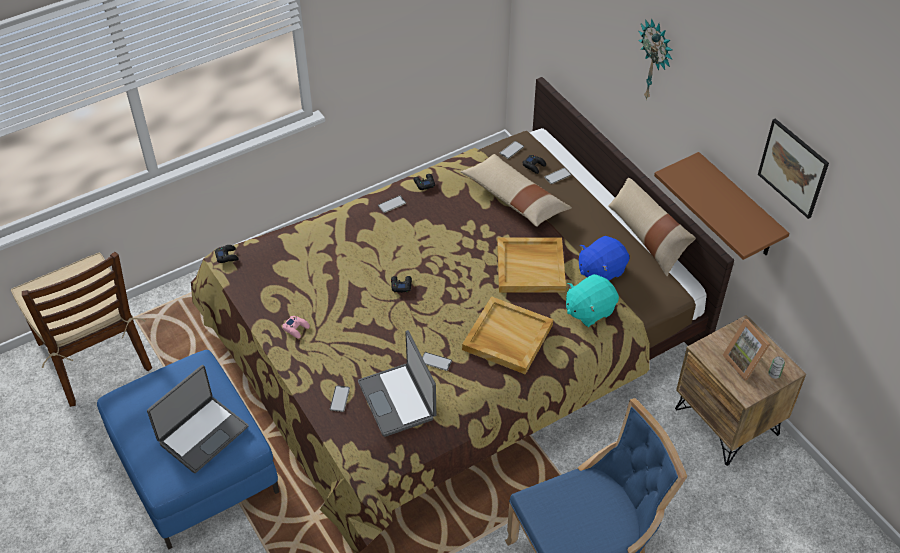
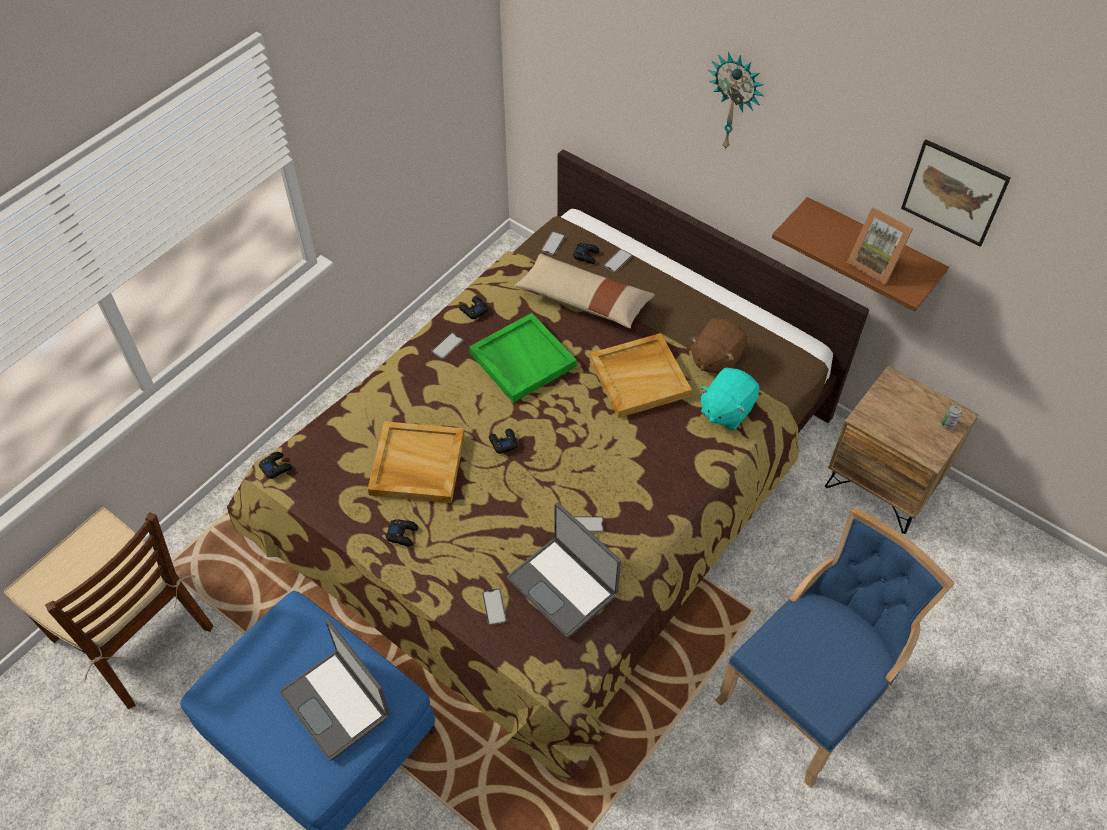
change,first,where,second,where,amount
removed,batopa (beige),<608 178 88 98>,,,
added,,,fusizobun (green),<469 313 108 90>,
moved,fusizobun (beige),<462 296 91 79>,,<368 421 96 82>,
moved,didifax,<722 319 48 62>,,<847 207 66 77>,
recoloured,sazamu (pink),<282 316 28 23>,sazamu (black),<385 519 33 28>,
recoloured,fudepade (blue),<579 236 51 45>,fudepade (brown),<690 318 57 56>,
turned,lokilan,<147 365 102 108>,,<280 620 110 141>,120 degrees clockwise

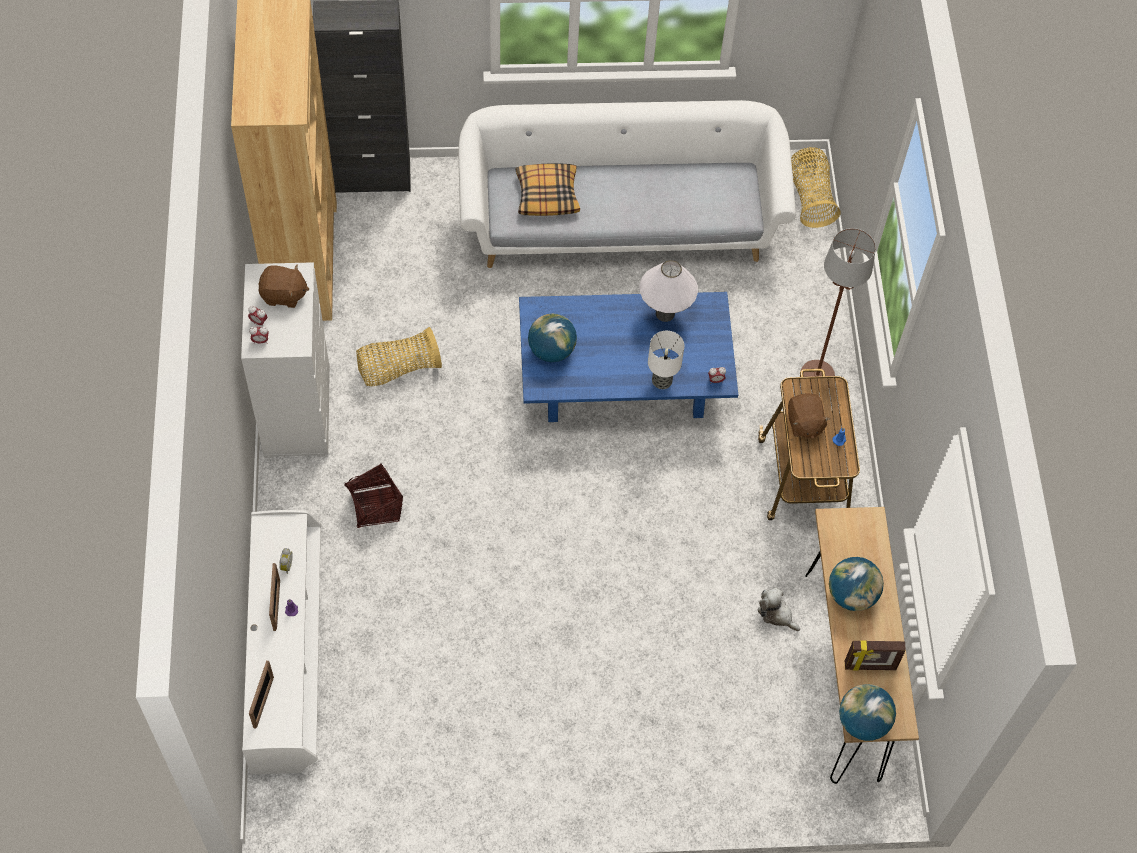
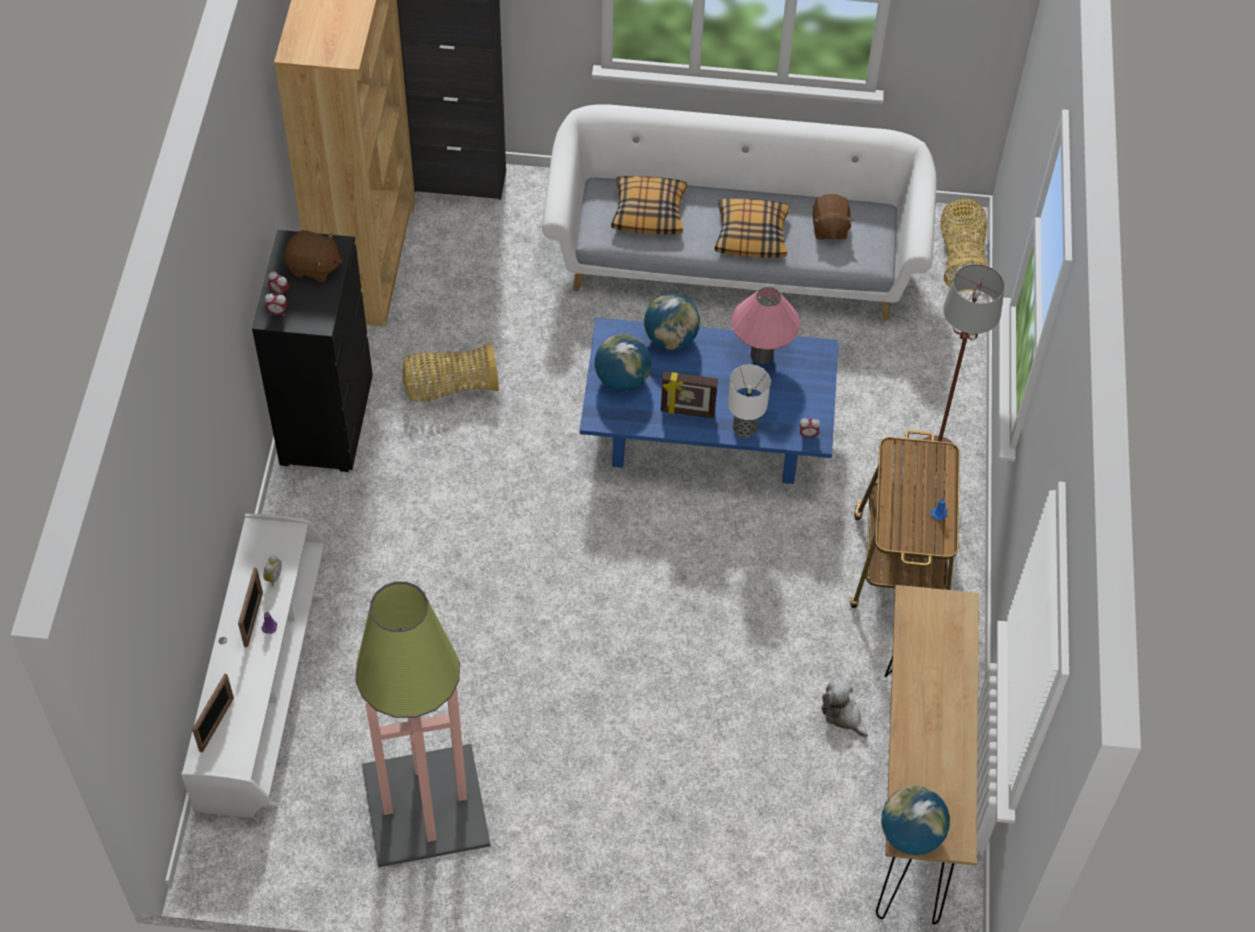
change,first,where,second,where,amount
removed,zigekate,<344 463 59 65>,,,
added,,,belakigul,<355 582 136 285>,
added,,,batopa,<715 199 74 59>,
moved,fudepade (brown),<788 393 42 46>,,<813 194 41 46>,
moved,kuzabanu,<829 557 55 54>,,<644 294 56 56>,
moved,didifax,<845 641 61 30>,,<661 371 57 47>,
recoloured,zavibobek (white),<241 262 89 196>,zavibobek (black),<252 230 121 242>,
recoloured,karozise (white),<639 260 59 62>,karozise (pink),<731 287 69 77>,

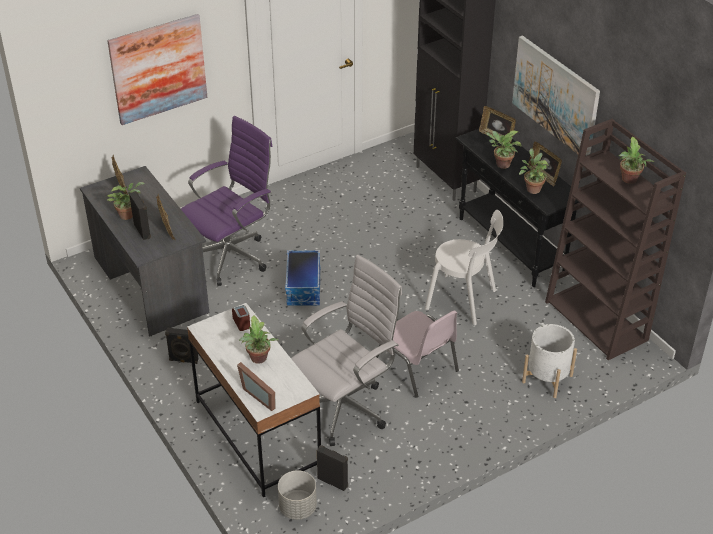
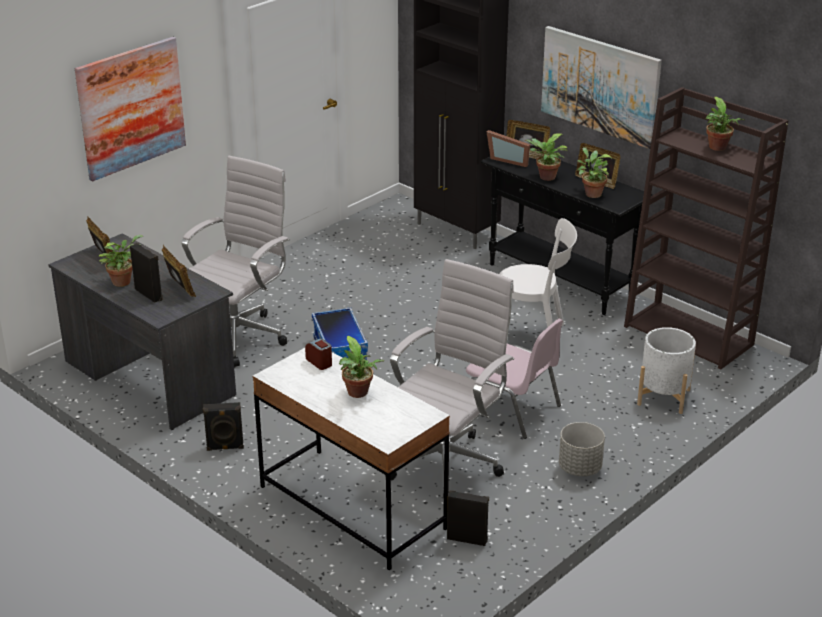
change,first,where,second,where,amount
moved,didifax,<237 362 38 49>,,<487 130 43 37>,
moved,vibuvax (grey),<278 470 39 50>,,<559 422 46 54>,
recoloured,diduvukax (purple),<181 116 91 170>,diduvukax (white),<182 156 108 211>,

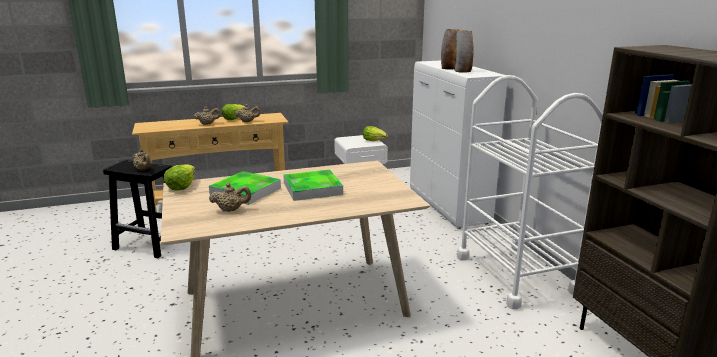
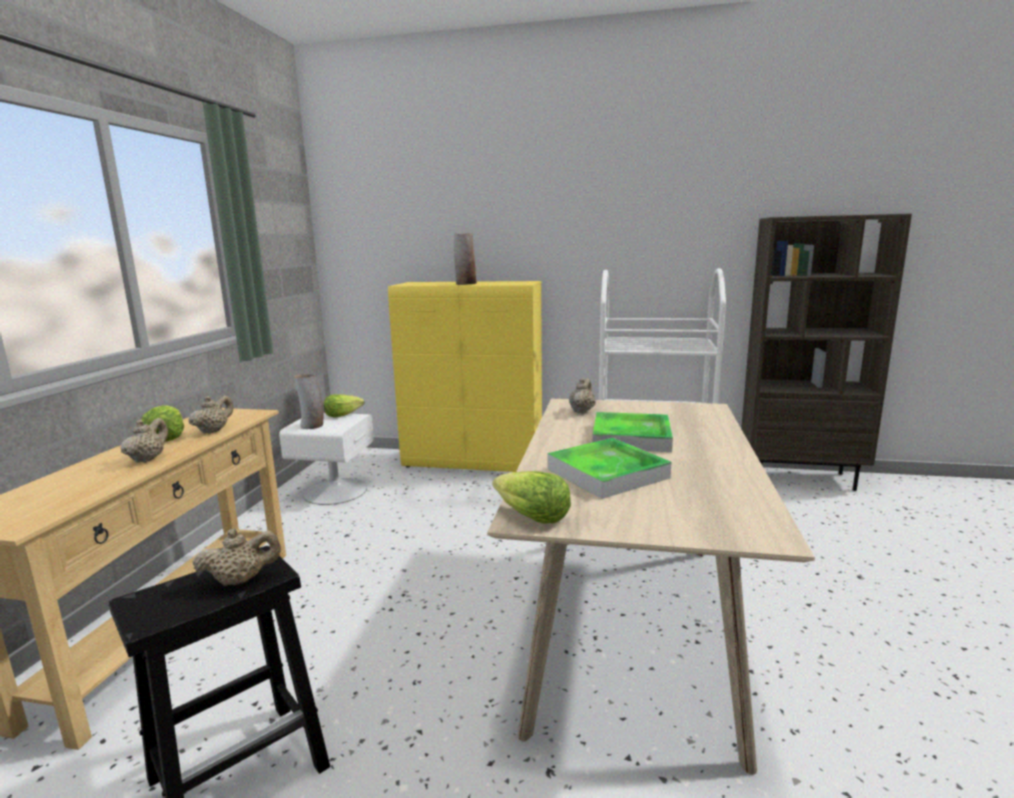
change,first,where,second,where,amount
moved,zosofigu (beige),<209 183 42 29>,,<569 378 27 35>,
moved,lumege,<454 30 19 43>,,<294 374 30 55>,
recoloured,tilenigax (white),<410 60 97 169>,tilenigax (yellow),<388 281 154 191>,

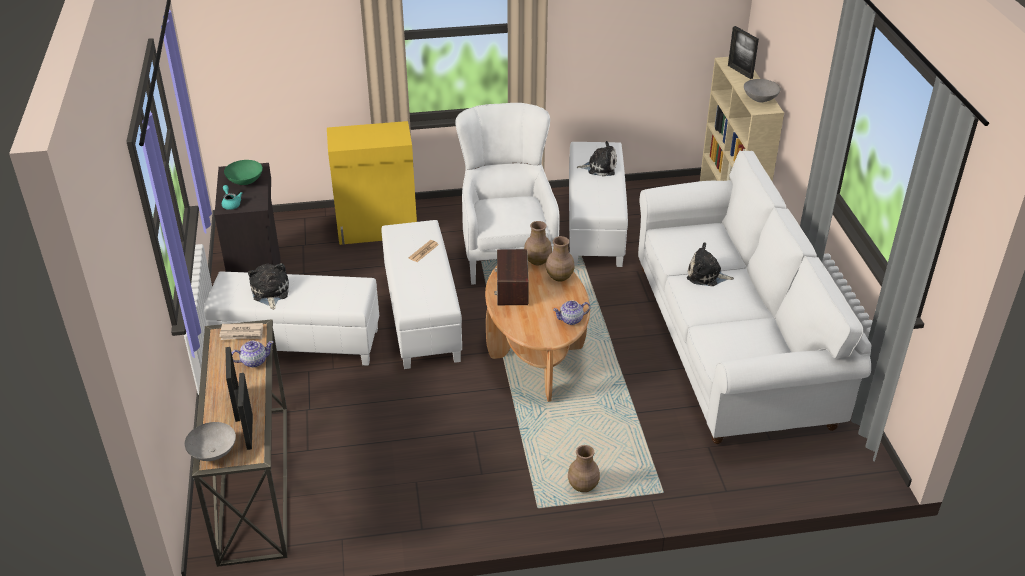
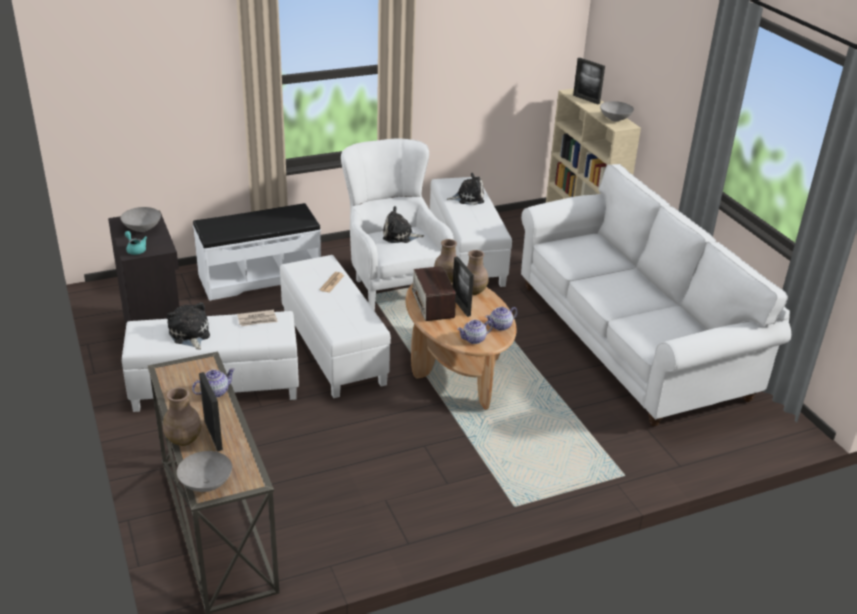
change,first,where,second,where,amount
added,,,zosofigu,<458 320 35 24>,
moved,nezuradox,<219 323 44 17>,,<237 310 41 16>,
moved,didifax,<238 373 15 77>,,<452 256 22 61>,
moved,lumege (brown),<568 445 32 47>,,<163 387 38 59>,
moved,fudepade,<687 242 47 44>,,<383 206 41 37>,
replaced,tilenigax (yellow),<327 121 90 124>,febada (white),<193 203 128 98>,
recoloured,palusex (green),<224 160 39 25>,palusex (grey),<121 207 40 25>,

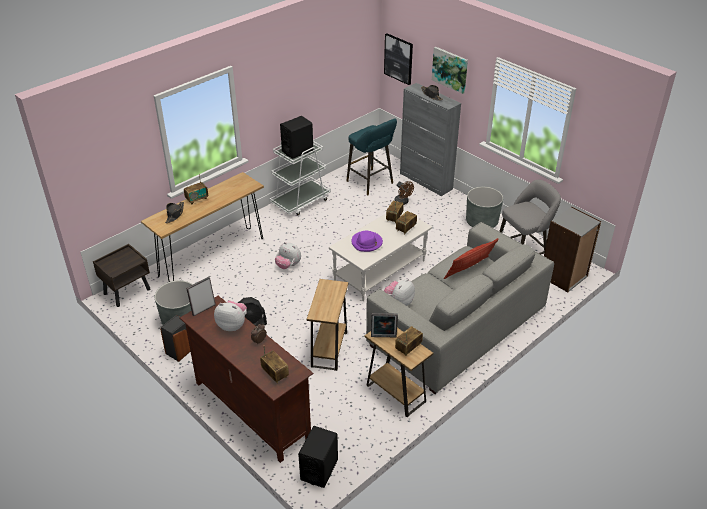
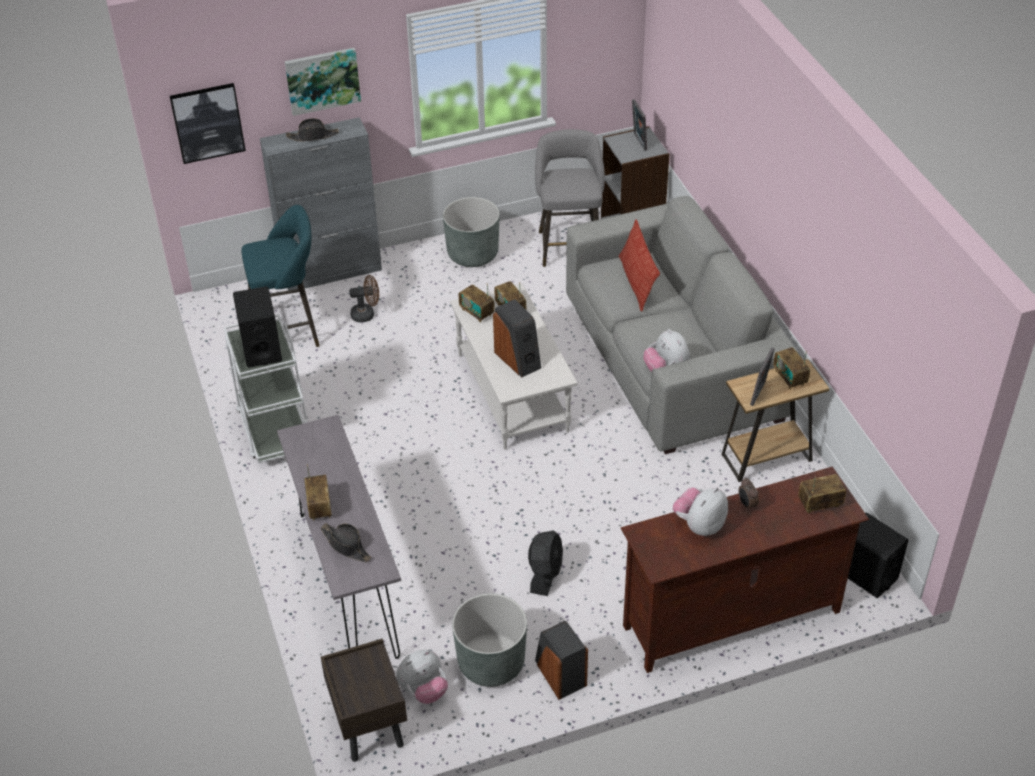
change,first,where,second,where,amount
removed,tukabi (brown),<307 279 41 92>,,,
moved,didifax,<186 277 30 39>,,<632 99 15 52>,
moved,fudepade,<275 242 26 27>,,<396 650 52 54>,
replaced,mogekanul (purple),<352 230 31 22>,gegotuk,<493 299 48 78>,
recoloured,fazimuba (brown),<141 172 123 110>,fazimuba (grey),<277 415 124 244>,

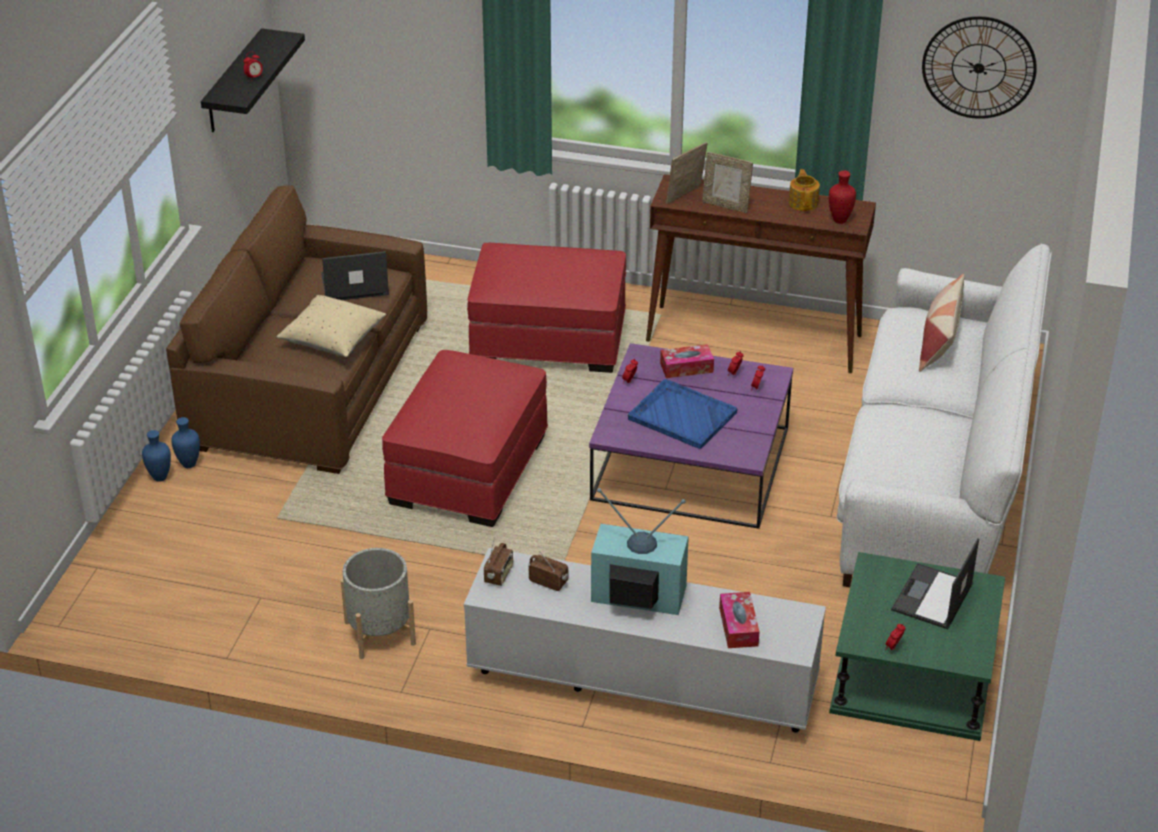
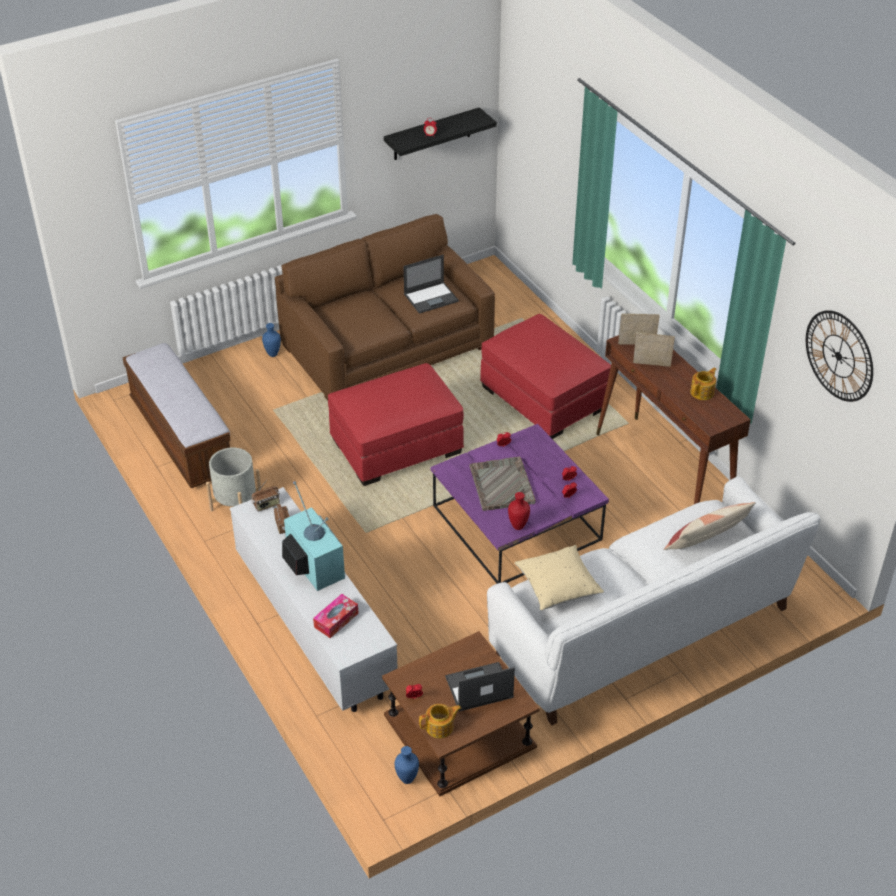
change,first,where,second,where,amount
removed,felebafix,<660 344 54 34>,,,
added,,,febada,<122 343 109 145>,
added,,,zosofigu,<419 704 42 34>,
moved,lumege (blue),<142 430 29 52>,,<394 746 25 38>,
moved,batopa (beige),<277 295 109 62>,,<514 545 90 65>,
moved,lumege (red),<829 171 27 53>,,<508 492 22 38>,
recoloured,fusizobun (blue),<628 379 110 70>,fusizobun (grey),<469 457 67 54>,
recoloured,tukabi (green),<829 552 176 189>,tukabi (brown),<382 631 158 165>,
turned,lokilan,<321 251 68 49>,,<404 255 55 59>,120 degrees clockwise
turned,didifax,<702 152 51 61>,,<633 332 42 35>,120 degrees clockwise

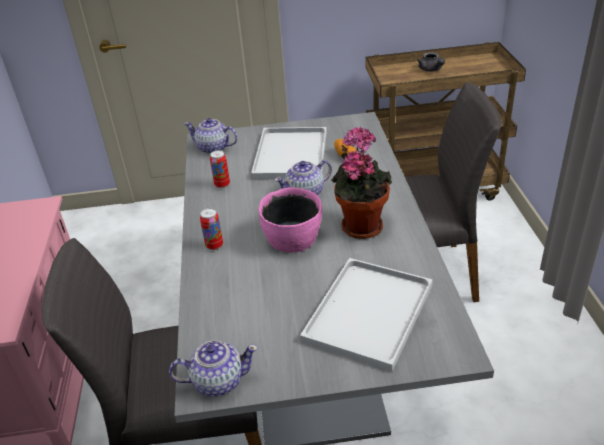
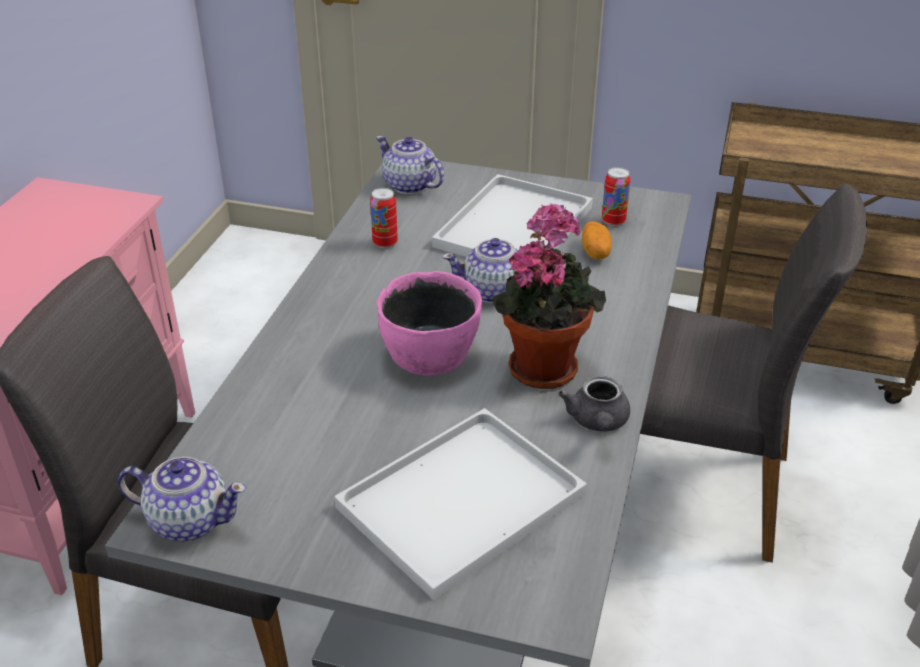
change,first,where,second,where,amount
moved,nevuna,<200 208 23 42>,,<602 167 28 59>,
moved,zosofigu (grey),<417 52 28 20>,,<558 376 72 56>,

